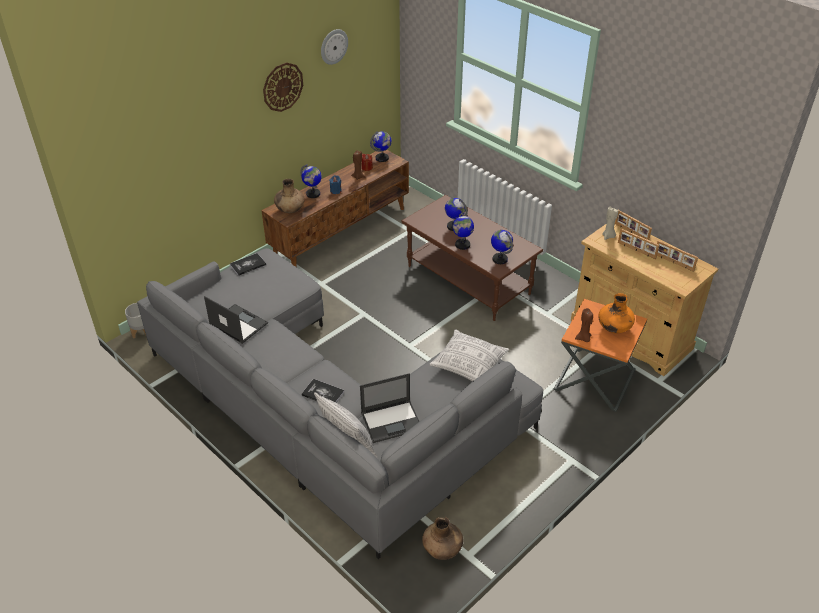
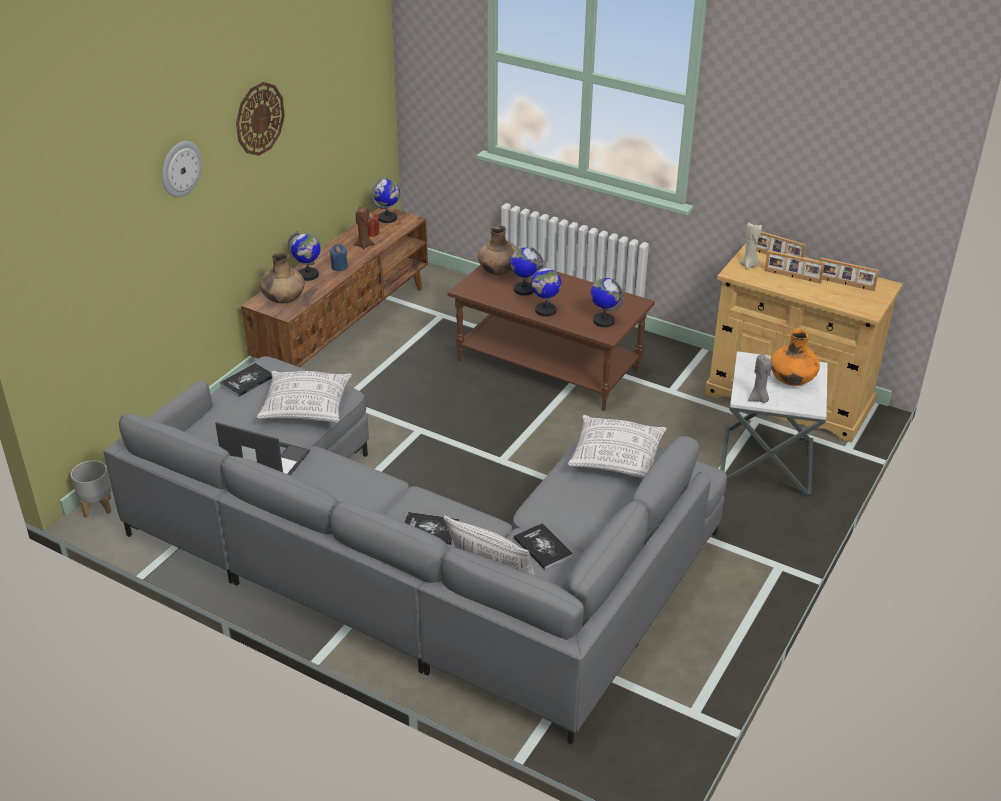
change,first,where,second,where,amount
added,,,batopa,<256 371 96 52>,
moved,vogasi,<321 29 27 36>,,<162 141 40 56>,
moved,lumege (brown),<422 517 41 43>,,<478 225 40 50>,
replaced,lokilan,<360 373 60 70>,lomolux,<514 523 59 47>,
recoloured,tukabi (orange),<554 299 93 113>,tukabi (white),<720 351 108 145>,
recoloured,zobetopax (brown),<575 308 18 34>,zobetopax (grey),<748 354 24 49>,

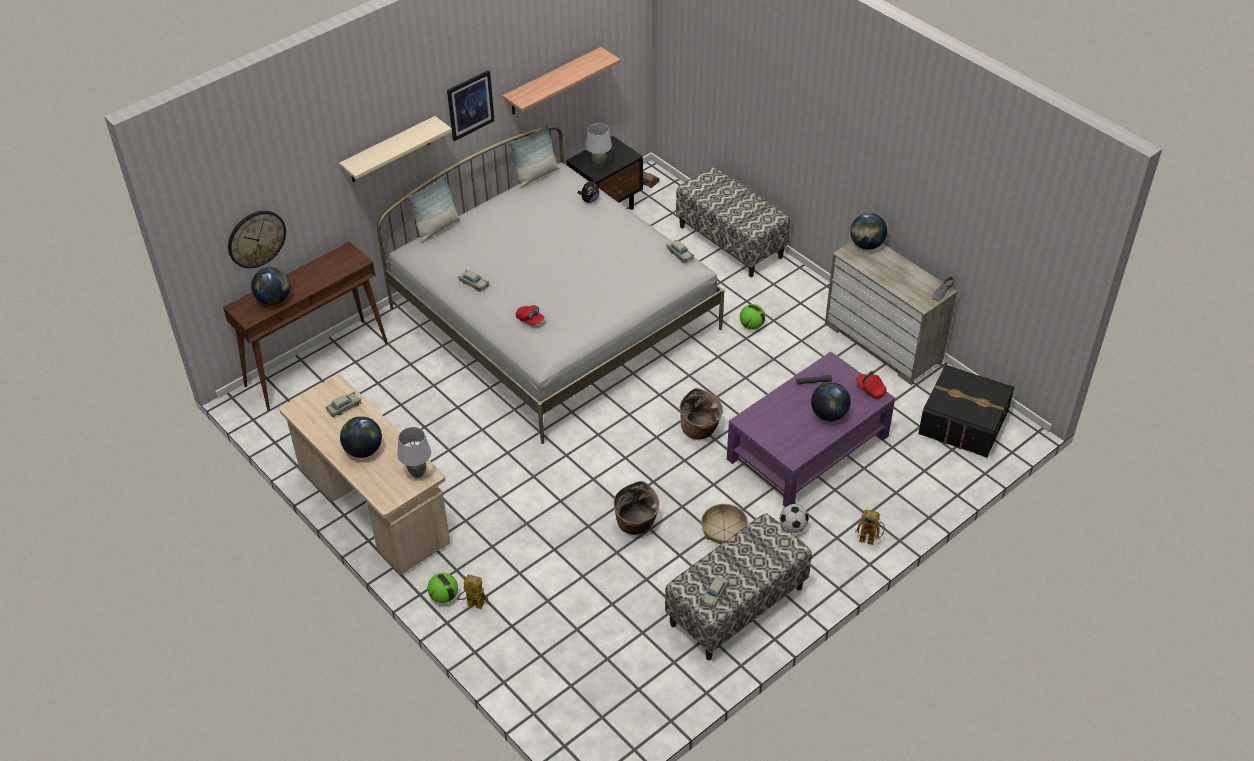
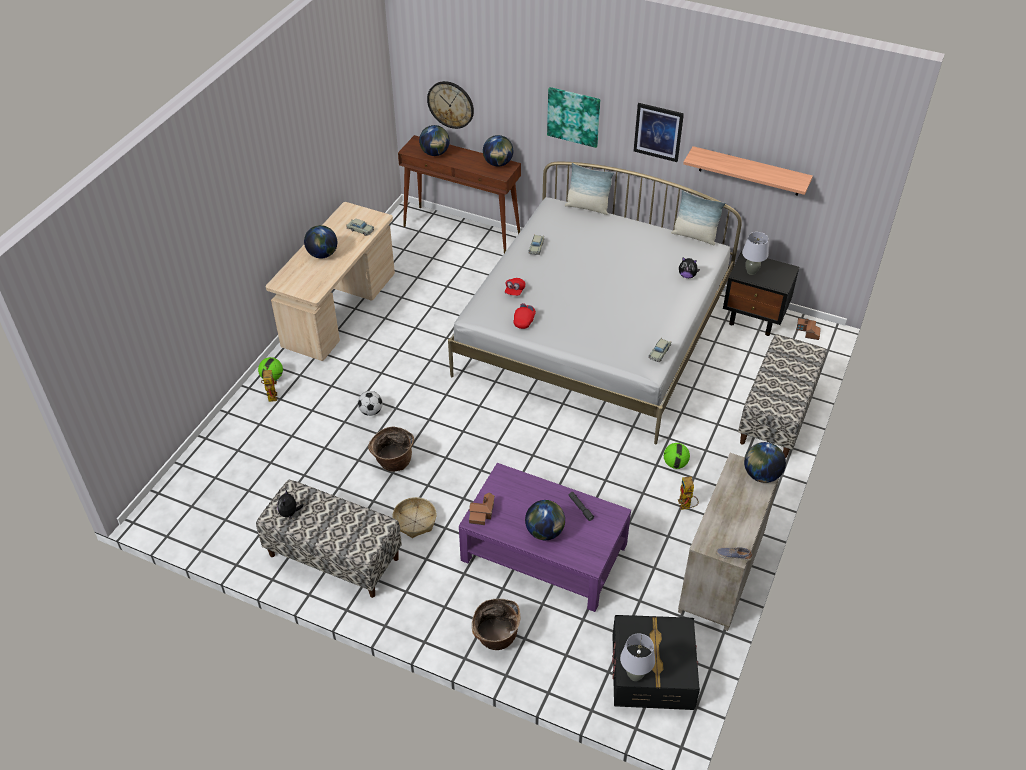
change,first,where,second,where,amount
added,,,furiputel,<469 492 26 33>,
added,,,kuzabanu,<483 135 30 32>,
moved,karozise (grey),<398 427 33 51>,,<620 634 35 47>,
moved,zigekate,<680 388 43 52>,,<472 599 48 51>,
moved,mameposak,<780 504 29 29>,,<358 391 25 25>,
moved,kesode,<855 509 30 36>,,<678 476 21 34>,
moved,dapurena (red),<856 371 30 28>,,<513 303 23 26>,
replaced,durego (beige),<339 116 113 66>,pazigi,<547 87 53 61>,
replaced,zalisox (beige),<701 575 28 34>,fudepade,<277 489 27 30>,

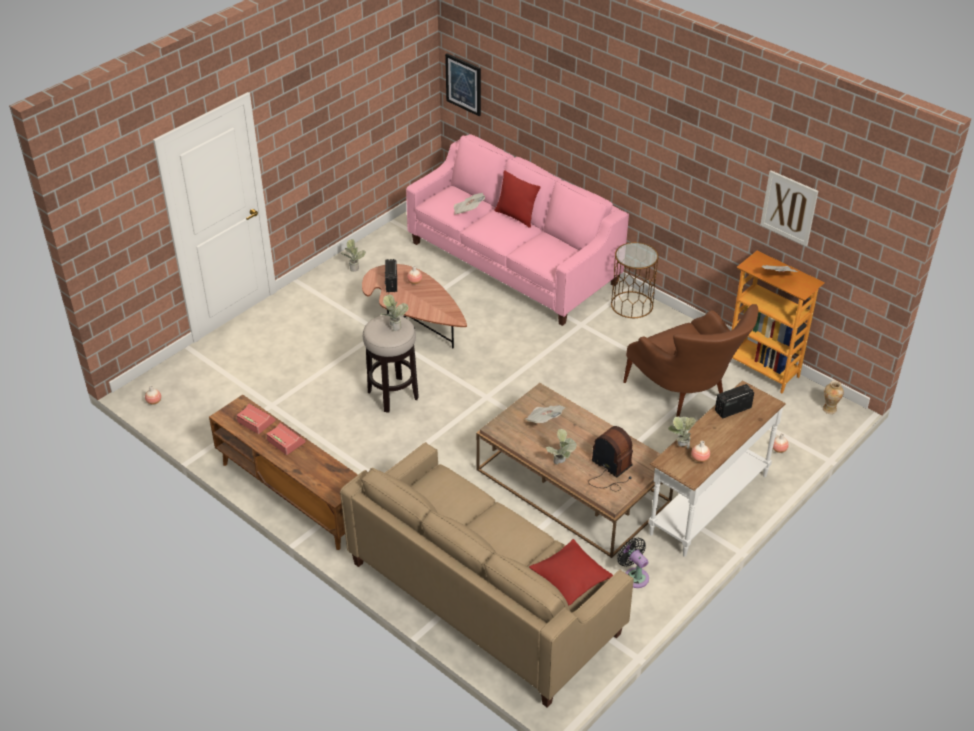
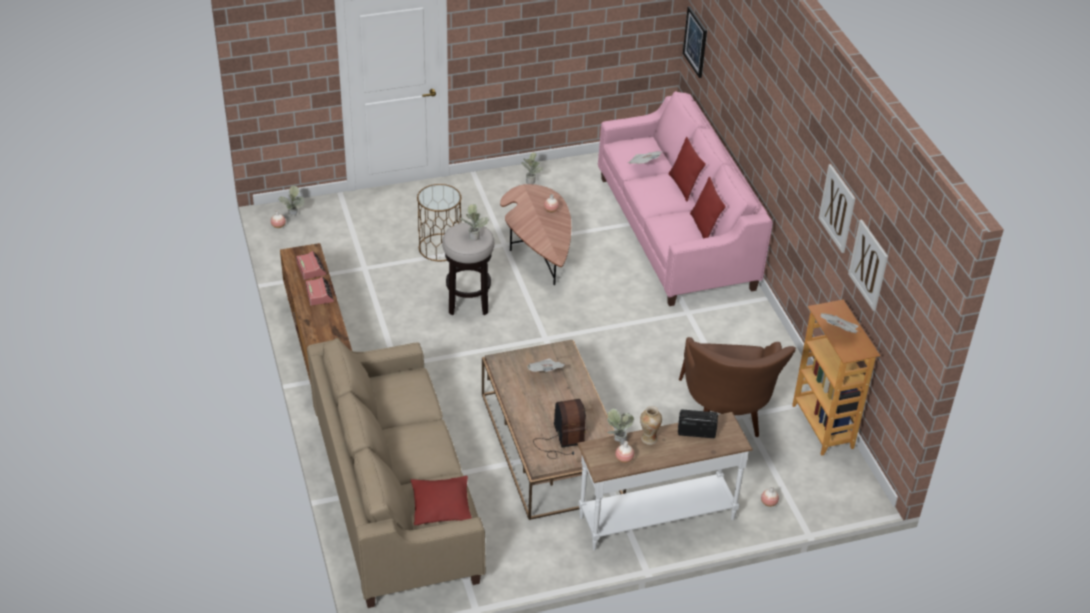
change,first,where,second,where,amount
removed,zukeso,<385 259 12 33>,,,
removed,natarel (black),<617 537 32 51>,,,
added,,,batopa (red),<690 177 36 61>,
added,,,pazigi,<818 164 37 89>,
moved,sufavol,<546 429 31 36>,,<279 186 26 29>,
moved,tukabi (brown),<611 242 48 76>,,<417 184 44 77>,
moved,lumege,<823 380 21 34>,,<640 406 22 39>,

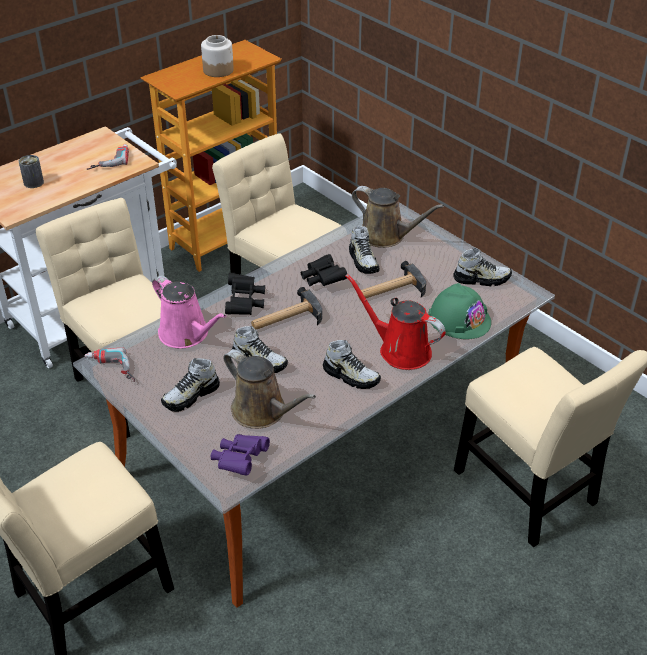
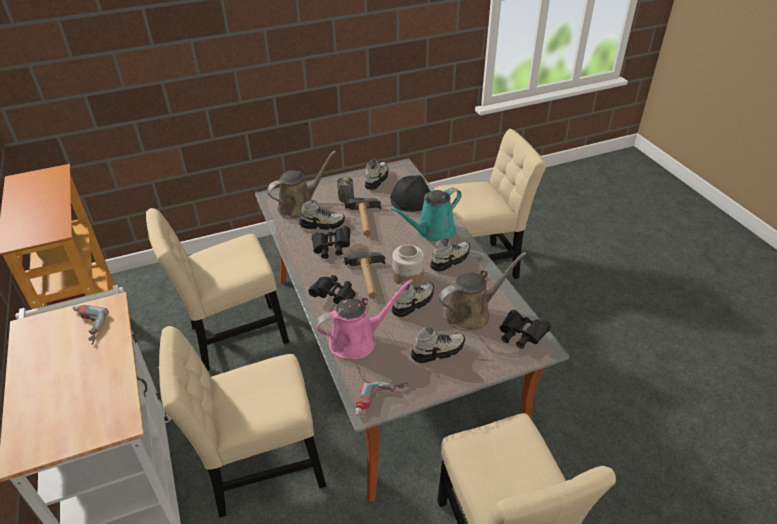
change,first,where,second,where,amount
moved,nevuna,<19 155 25 33>,,<337 177 17 26>,
moved,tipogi,<201 35 33 42>,,<392 245 32 41>,
recoloured,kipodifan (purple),<211 434 59 42>,kipodifan (black),<500 310 51 39>,
recoloured,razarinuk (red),<345 274 100 96>,razarinuk (turquoise),<391 188 71 53>,
recoloured,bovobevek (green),<428 283 63 56>,bovobevek (black),<391 175 40 37>,
turned,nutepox,<161 358 59 54>,,<411 326 54 37>,90 degrees counterclockwise

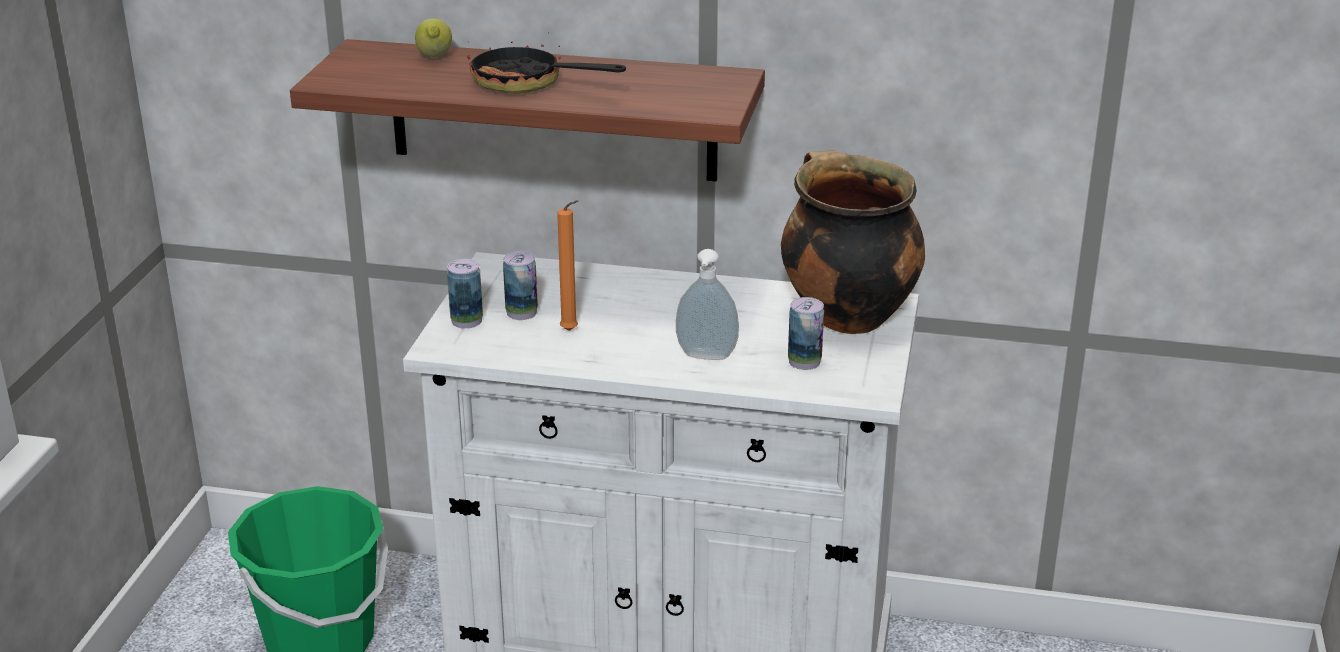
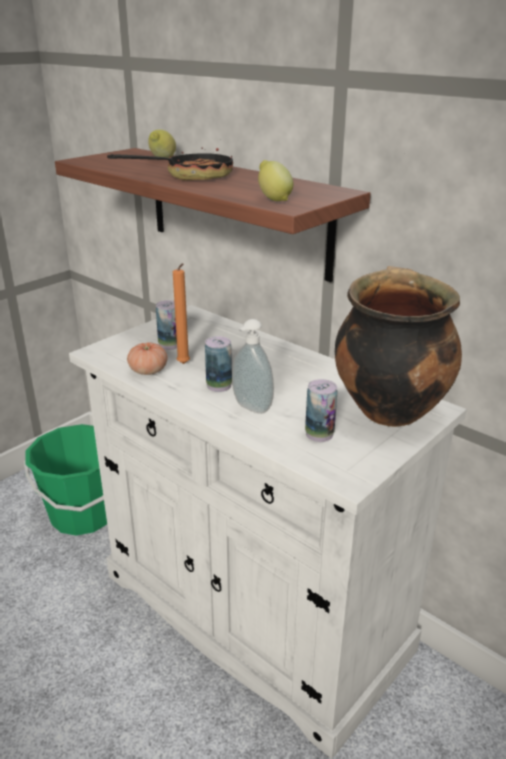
change,first,where,second,where,amount
added,,,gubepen,<127 342 41 33>,
added,,,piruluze,<258 160 35 41>,
moved,nevuna,<447 259 36 70>,,<205 336 27 56>,
turned,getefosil,<467 32 159 62>,,<107 147 126 33>,90 degrees clockwise

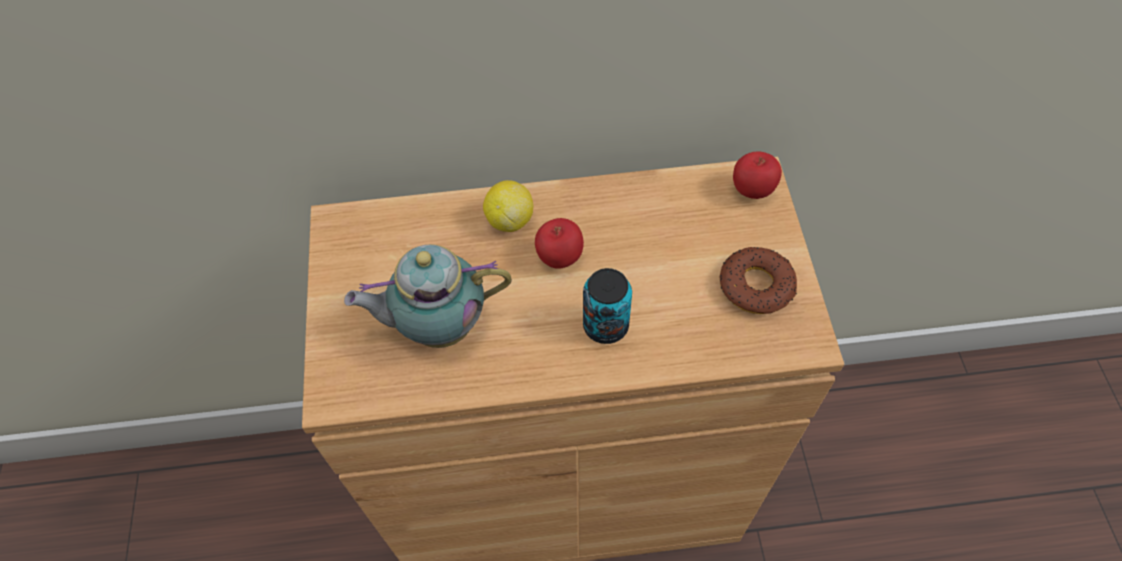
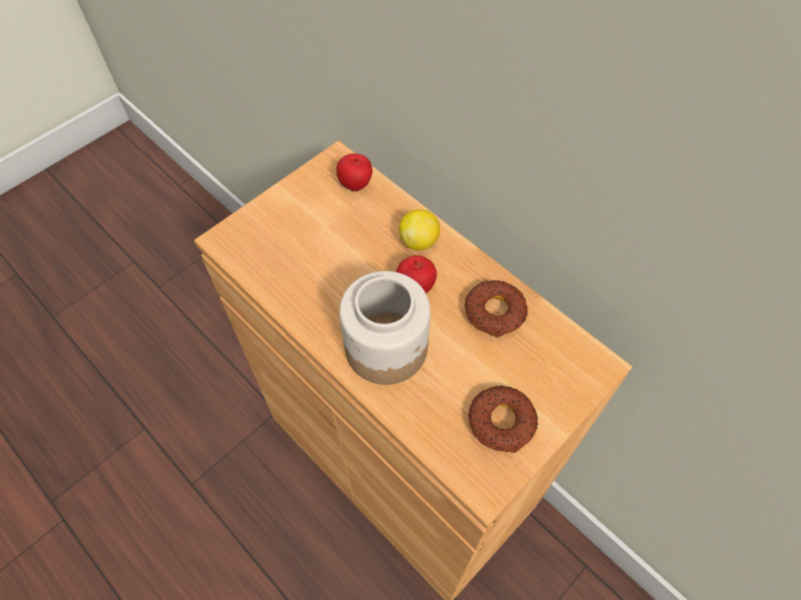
change,first,where,second,where,amount
removed,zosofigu,<344 244 168 104>,,,
added,,,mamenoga,<465 280 63 57>,
moved,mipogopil,<733 151 49 48>,,<336 154 36 37>,
replaced,nevuna,<583 268 49 76>,tipogi,<339 271 91 114>,

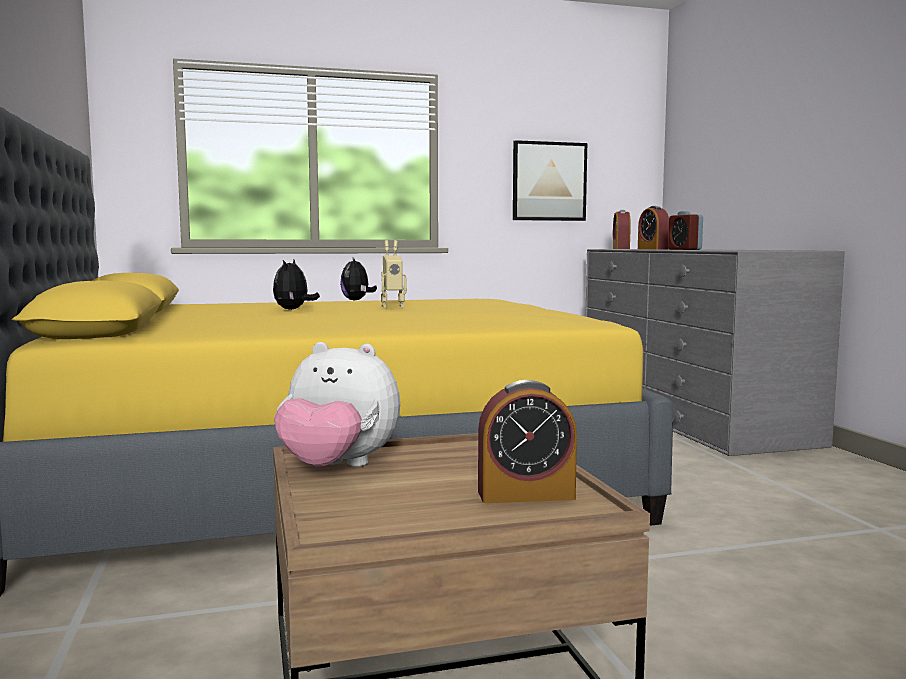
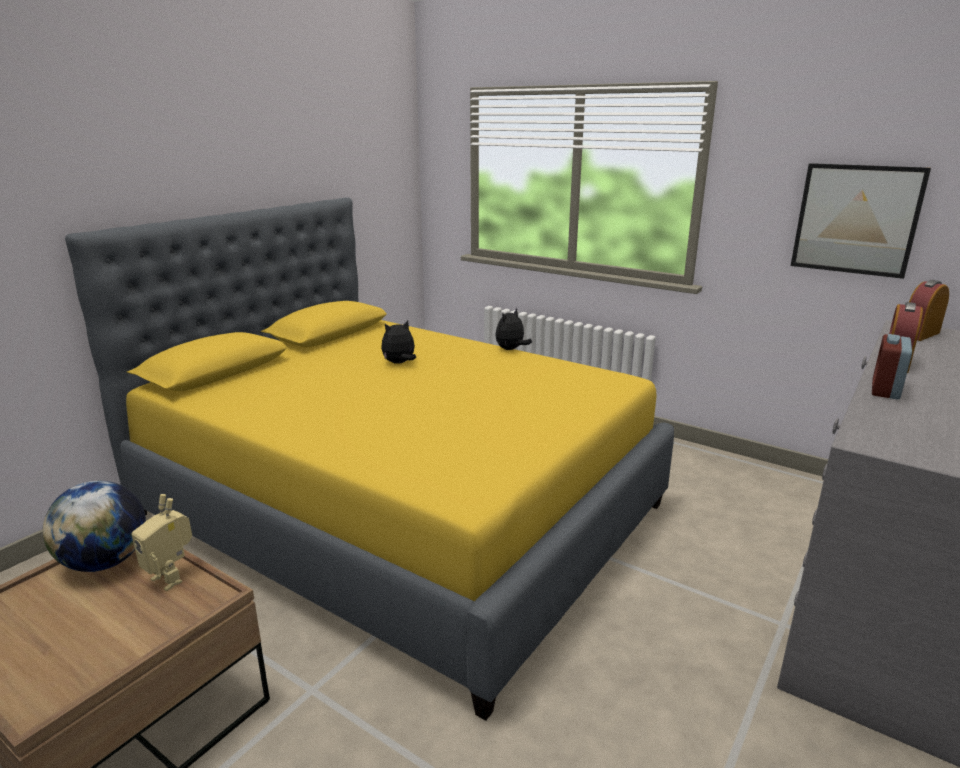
change,first,where,second,where,amount
removed,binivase,<478 380 99 123>,,,
moved,kesode,<381 240 26 67>,,<131 494 61 97>,
replaced,fudepade,<274 342 126 125>,kuzabanu,<43 481 103 91>,

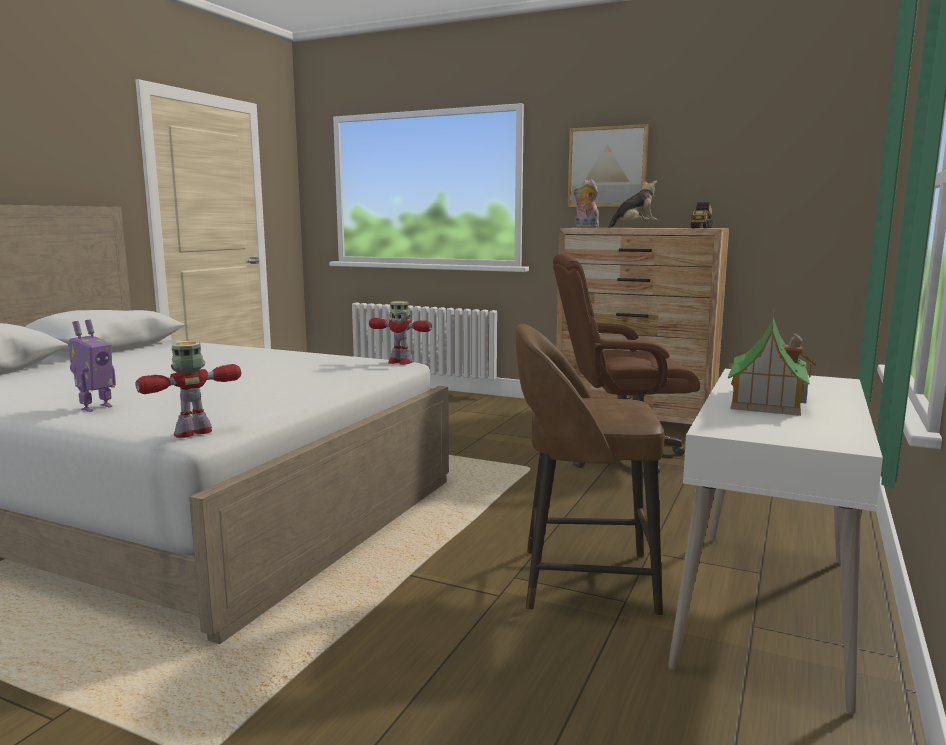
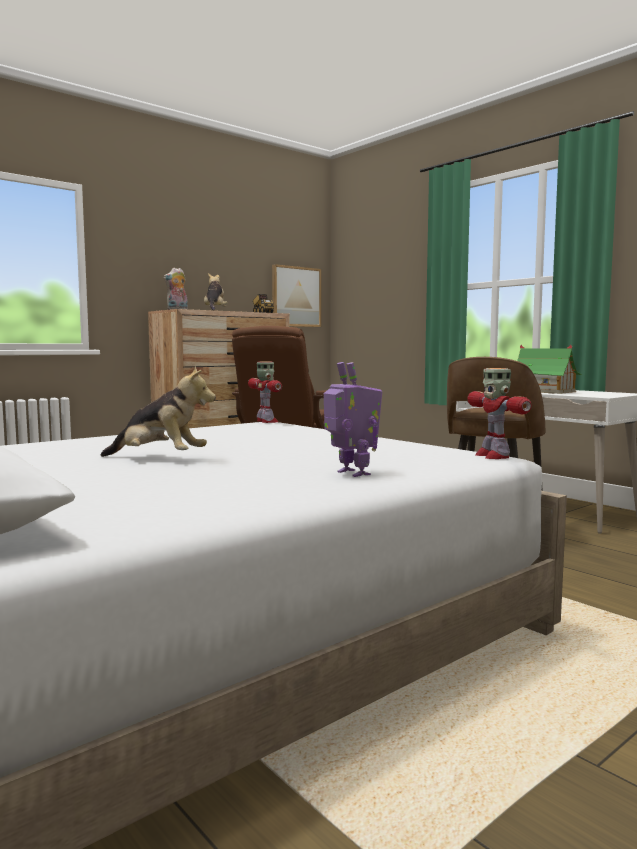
change,first,where,second,where,amount
added,,,fudepade,<101 366 115 91>,
moved,pazigi,<568 124 81 83>,,<272 264 49 63>,
turned,kesode,<369 301 63 64>,,<248 361 34 62>,75 degrees counterclockwise

